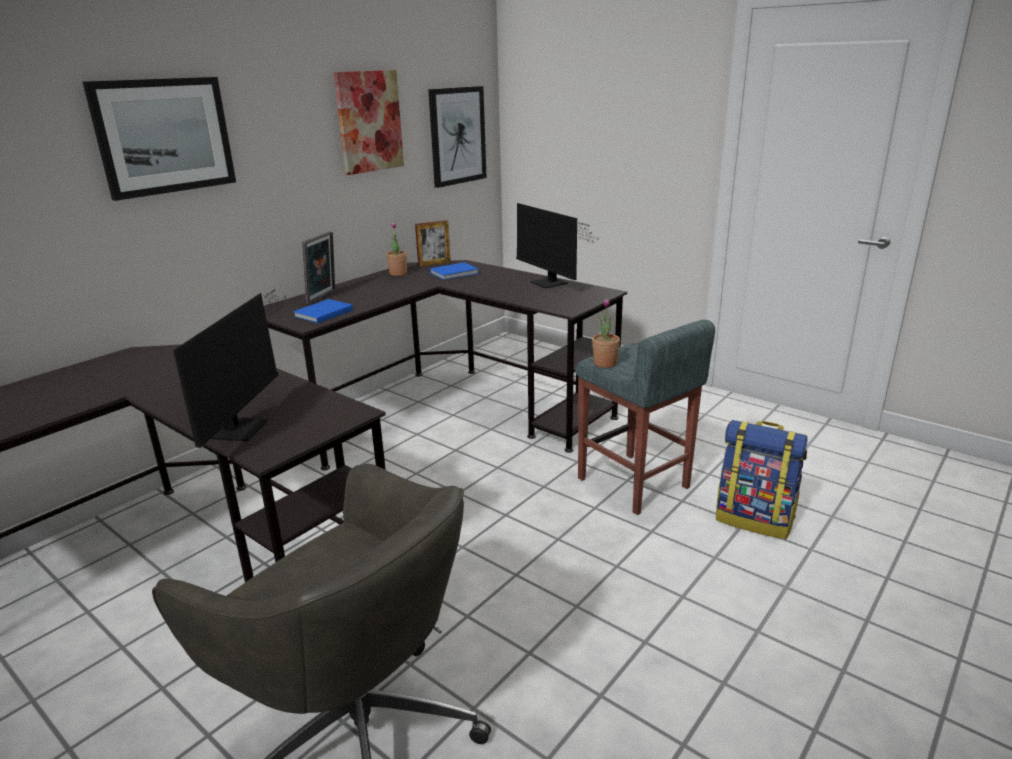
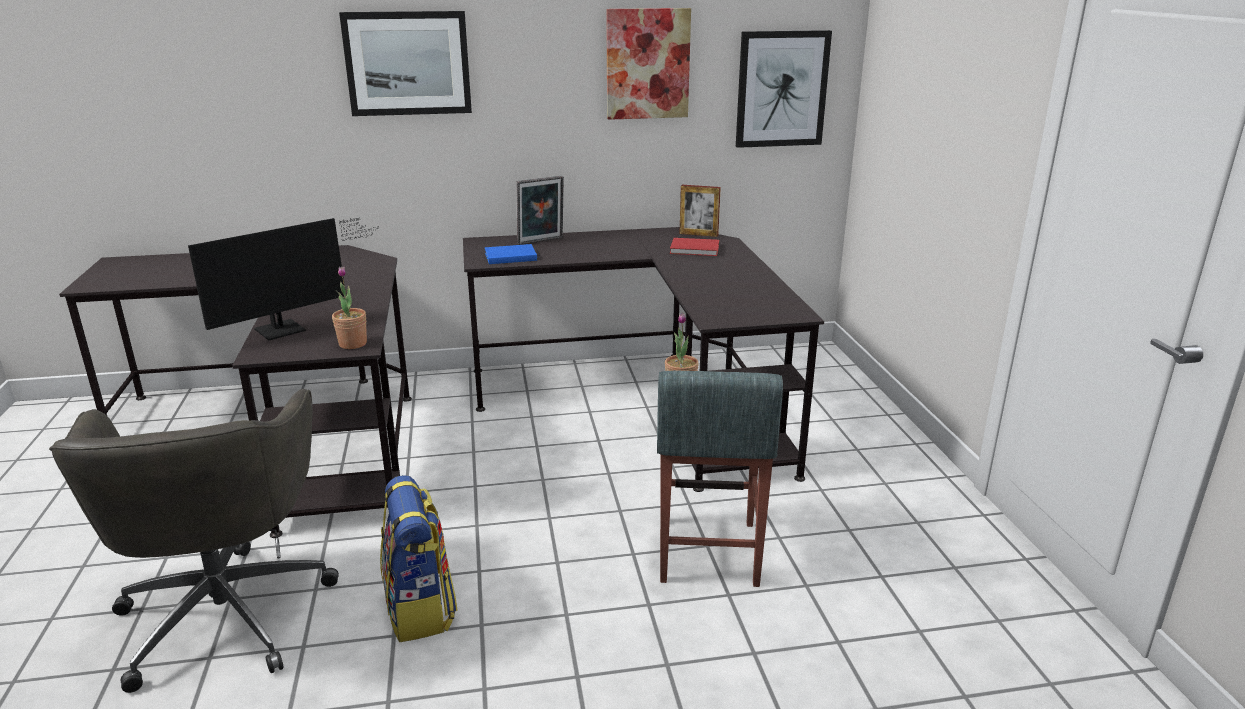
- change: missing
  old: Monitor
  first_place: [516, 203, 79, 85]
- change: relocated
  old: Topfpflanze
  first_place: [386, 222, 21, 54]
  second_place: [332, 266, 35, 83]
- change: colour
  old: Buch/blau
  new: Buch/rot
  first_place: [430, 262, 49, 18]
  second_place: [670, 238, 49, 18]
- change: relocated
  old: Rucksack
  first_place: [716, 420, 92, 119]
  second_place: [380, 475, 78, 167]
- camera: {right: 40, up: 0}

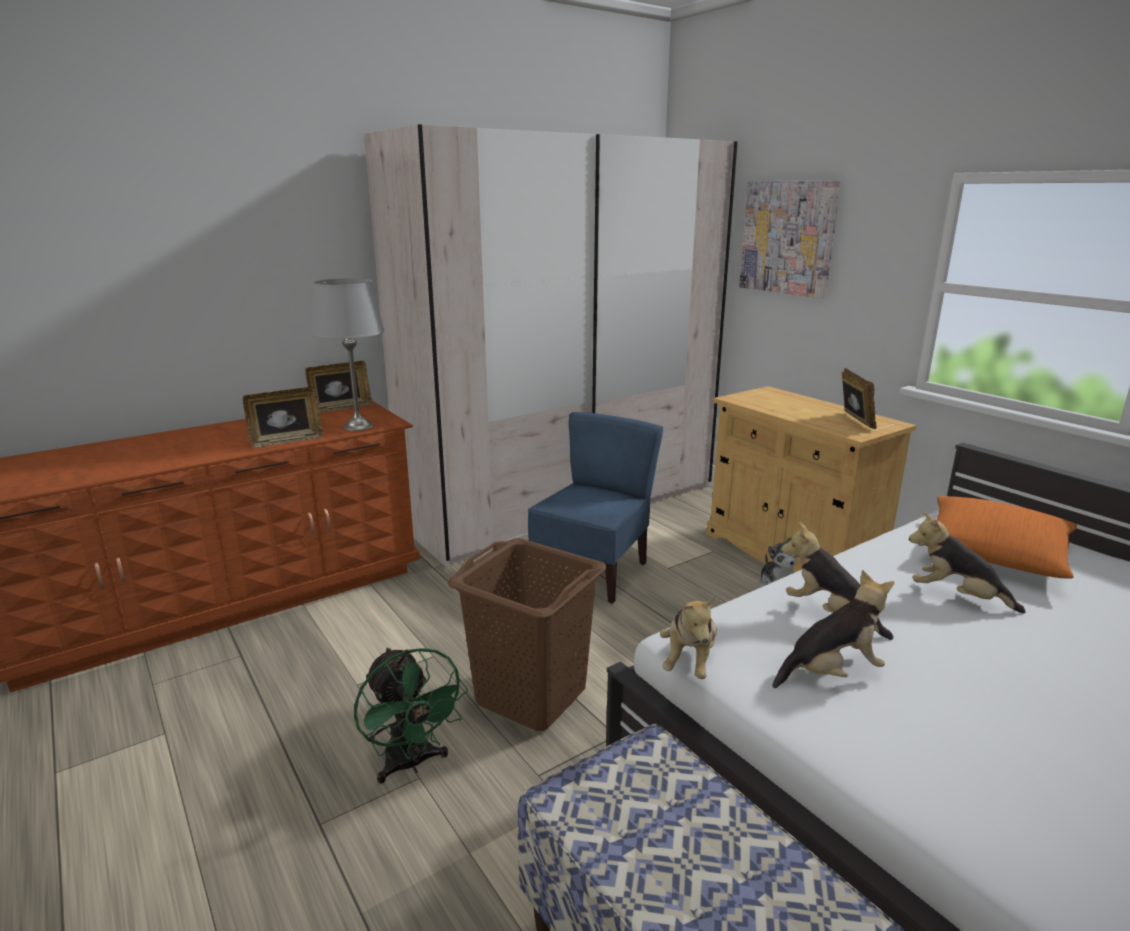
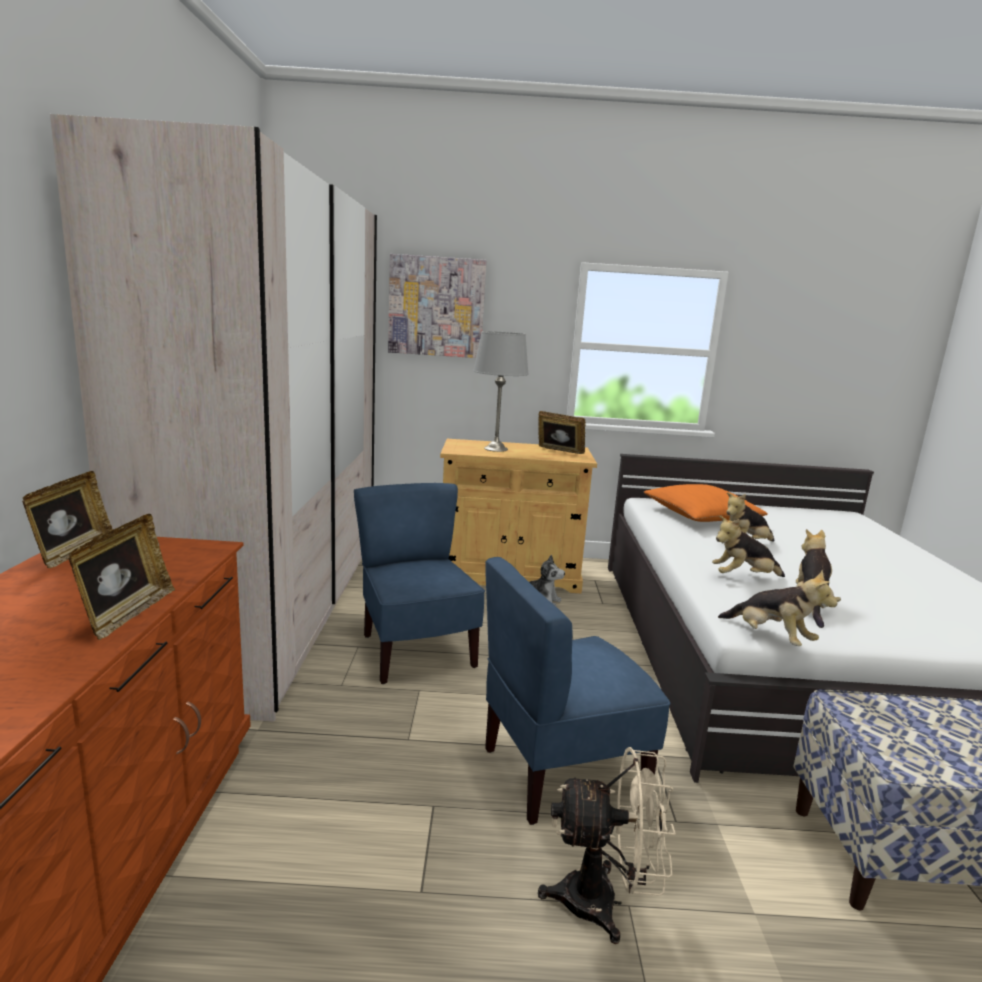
- change: relocated
  old: Tischlampe/grau
  first_place: [311, 278, 73, 153]
  second_place: [473, 331, 56, 121]
- change: exchanged
  old: Wäschekorb/braun
  new: Stuhl/blau
  first_place: [447, 538, 160, 193]
  second_place: [485, 557, 186, 268]
- change: colour
  old: Ventilator/grün
  new: Ventilator/beige
  first_place: [354, 648, 114, 136]
  second_place: [538, 747, 138, 197]
- camera: {right: -55, up: -5}

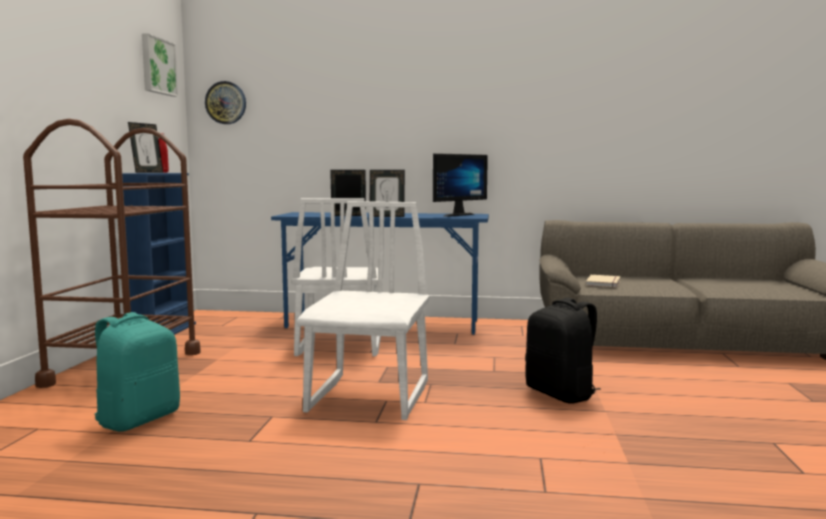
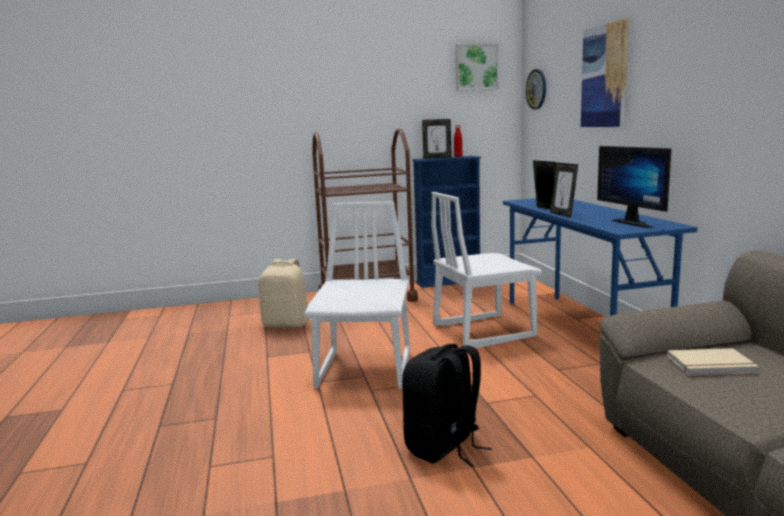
- change: spun
  old: Monitor
  first_place: [433, 153, 55, 64]
  second_place: [597, 146, 75, 82]
  degrees: 45
- change: spun
  old: Stuhl/weiß
  first_place: [297, 201, 132, 219]
  second_place: [305, 201, 105, 188]
  degrees: -75
- change: colour
  old: Rucksack/türkis
  new: Rucksack/beige
  first_place: [95, 312, 85, 120]
  second_place: [258, 259, 51, 69]
- change: appeared
  new: Bild
  second_place: [581, 18, 48, 109]
- camera: {right: 70, up: 5}

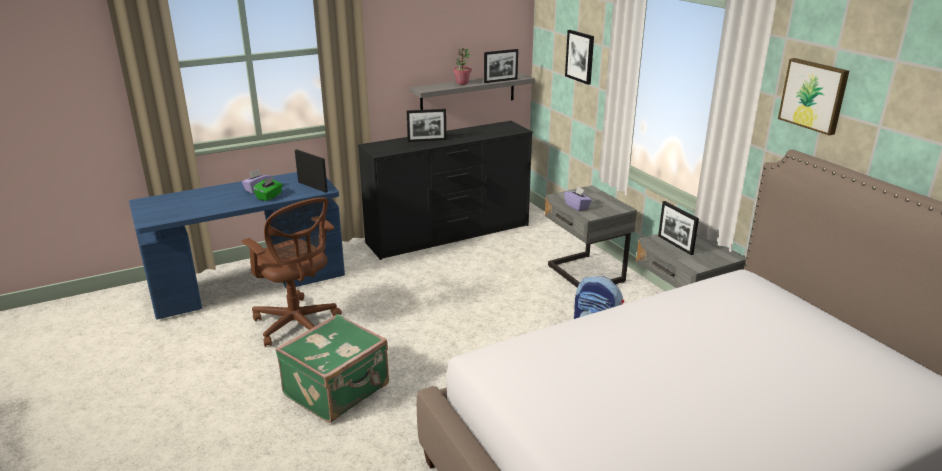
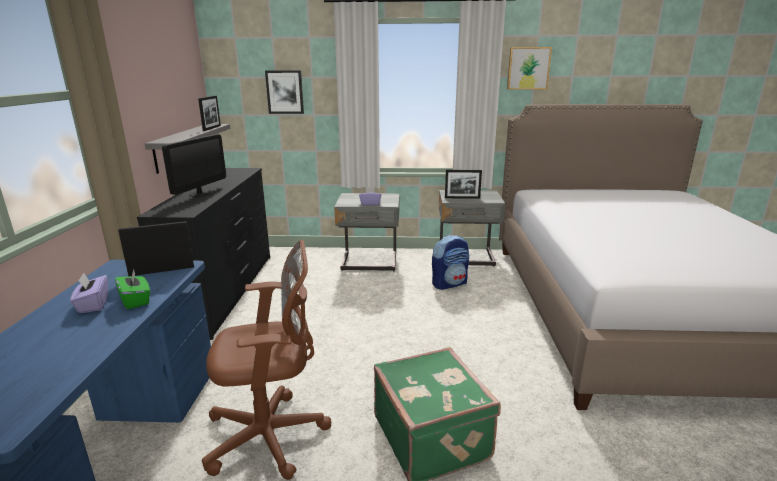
- change: missing
  old: Topfpflanze
  first_place: [453, 48, 19, 37]
- change: exchanged
  old: Bilderrahmen
  new: Monitor
  first_place: [407, 109, 40, 33]
  second_place: [162, 134, 64, 63]
- camera: {right: -60, up: -5}

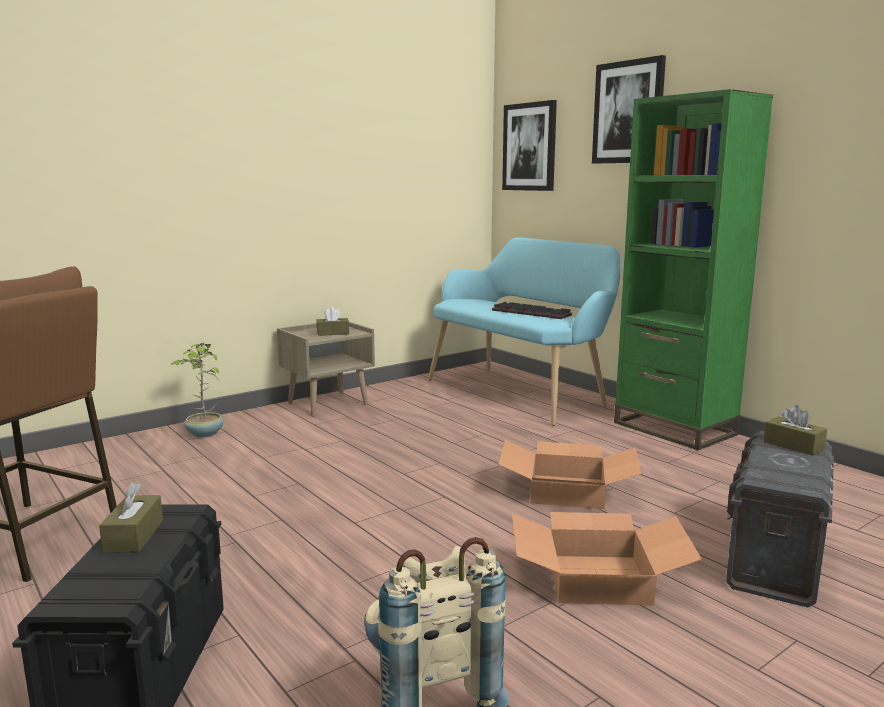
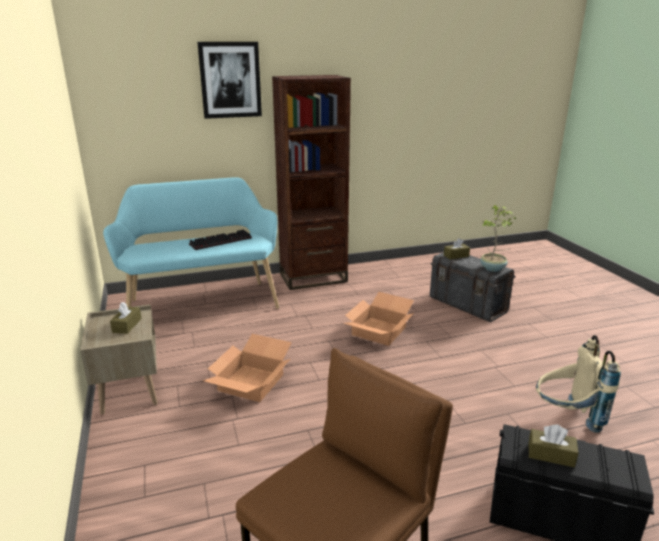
- change: colour
  old: Bücherregal/grün
  new: Bücherregal/braun
  first_place: [614, 89, 159, 361]
  second_place: [272, 75, 79, 215]
- change: missing
  old: Bild
  first_place: [502, 100, 55, 91]
- change: relocated
  old: Topfpflanze
  first_place: [171, 342, 53, 96]
  second_place: [480, 205, 36, 67]
- change: relocated
  old: Karton
  first_place: [512, 512, 190, 93]
  second_place: [203, 334, 89, 68]
- camera: {right: -70, up: 10}

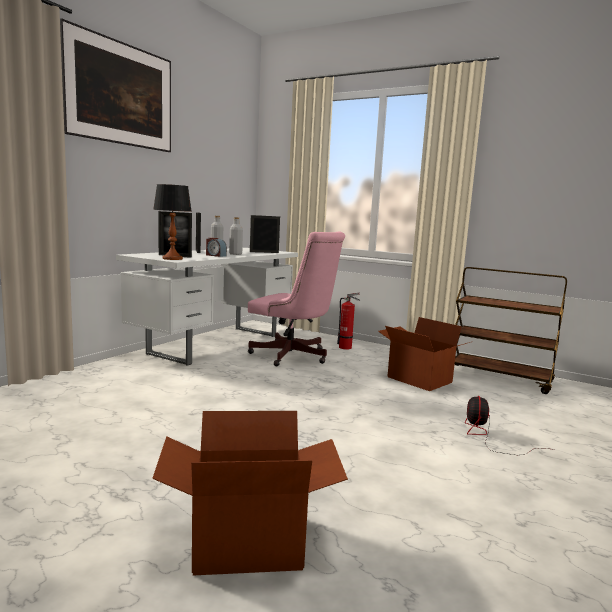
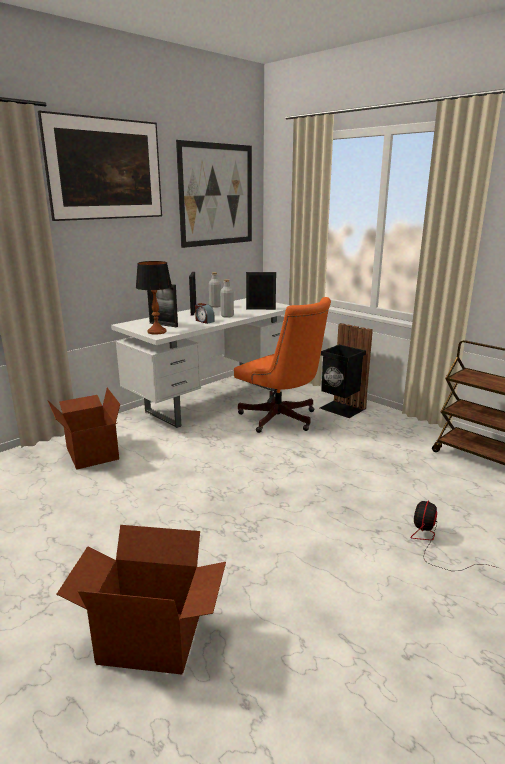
- change: colour
  old: Bürostuhl/rosa
  new: Bürostuhl/orange
  first_place: [248, 231, 97, 135]
  second_place: [234, 297, 97, 136]
- change: exchanged
  old: Feuerlöscher
  new: Mülleimer/schwarz
  first_place: [337, 293, 23, 56]
  second_place: [320, 323, 53, 95]
- change: relocated
  old: Karton
  first_place: [378, 317, 95, 74]
  second_place: [47, 388, 73, 82]
- change: appeared
  new: Bild
  second_place: [176, 140, 76, 108]
- camera: {right: 15, up: 10}

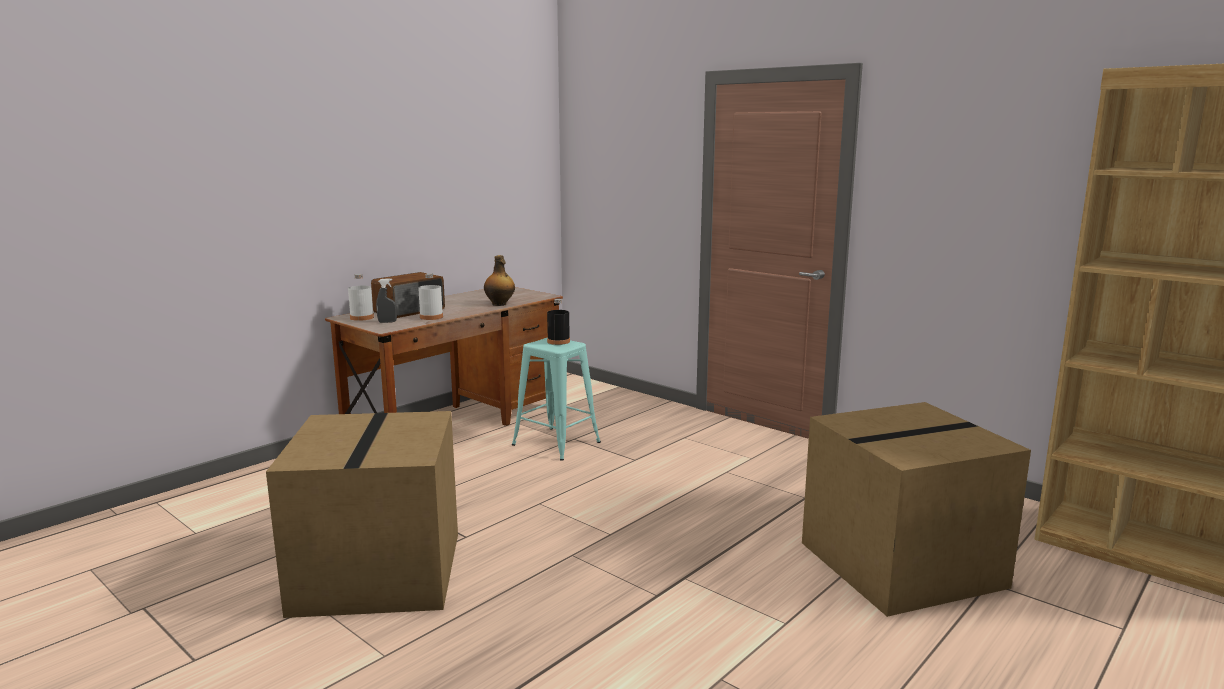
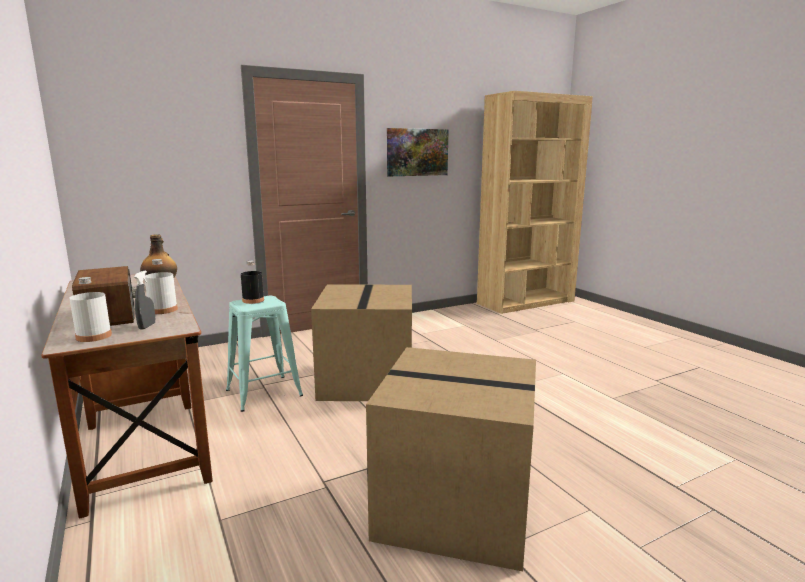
- change: relocated
  old: Karton
  first_place: [802, 402, 229, 215]
  second_place: [311, 284, 101, 117]
- change: appeared
  new: Bild
  second_place: [387, 128, 62, 48]
- camera: {right: -70, up: 0}

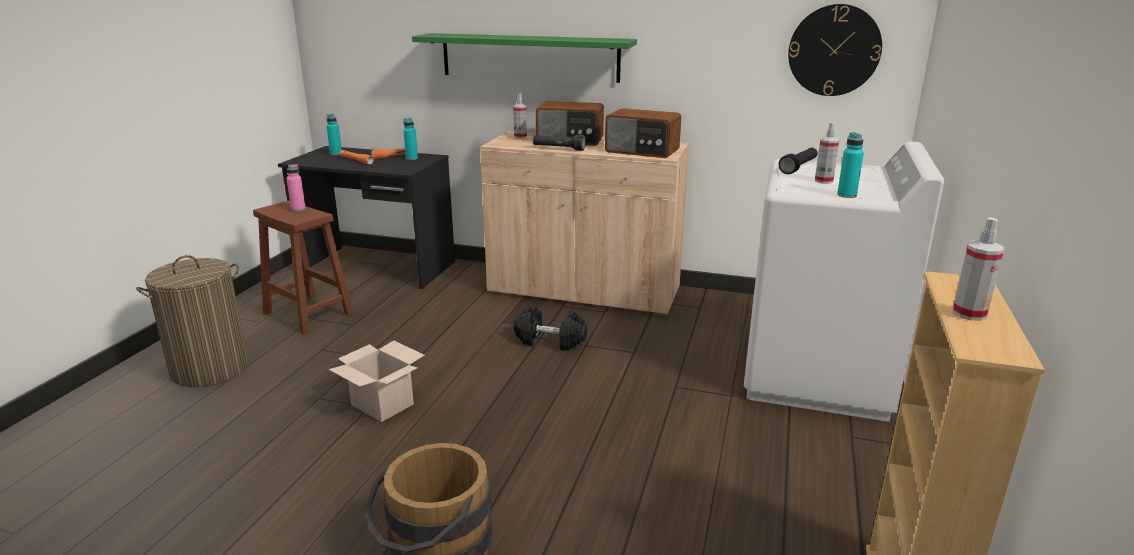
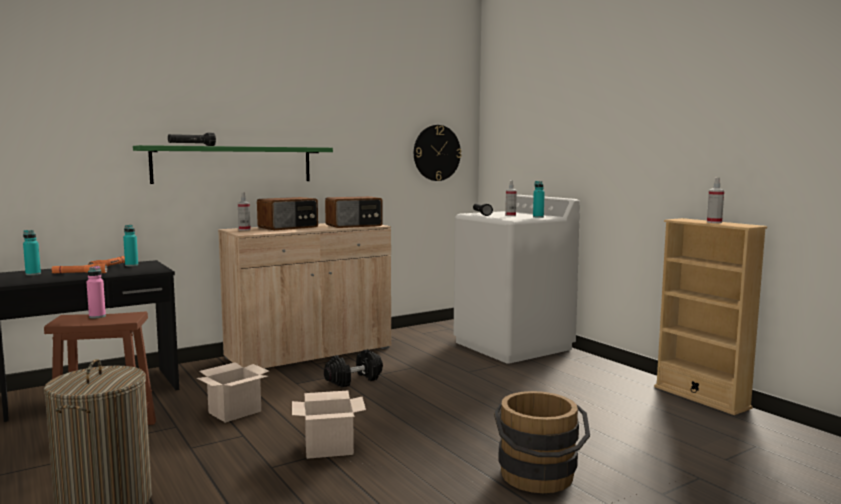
- change: relocated
  old: Taschenlampe/schwarz
  first_place: [533, 135, 52, 16]
  second_place: [168, 133, 48, 13]
- change: appeared
  new: Karton
  second_place: [197, 362, 72, 61]
- camera: {right: -50, up: -15}

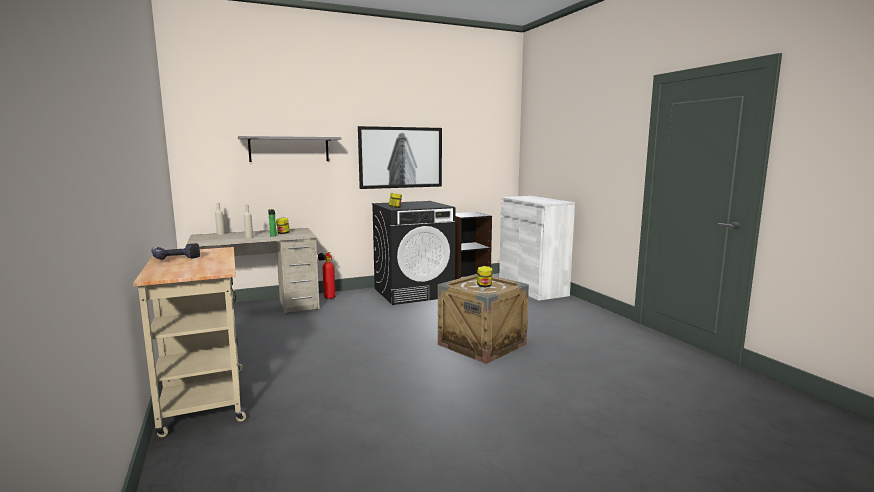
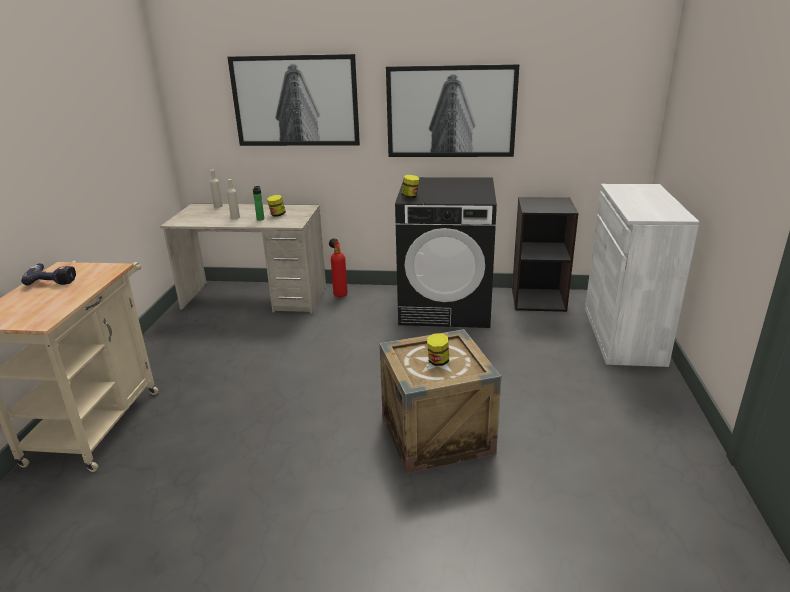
- change: exchanged
  old: Wandregal/grau
  new: Bild
  first_place: [238, 136, 103, 26]
  second_place: [228, 54, 132, 92]
- camera: {right: 30, up: 15}

